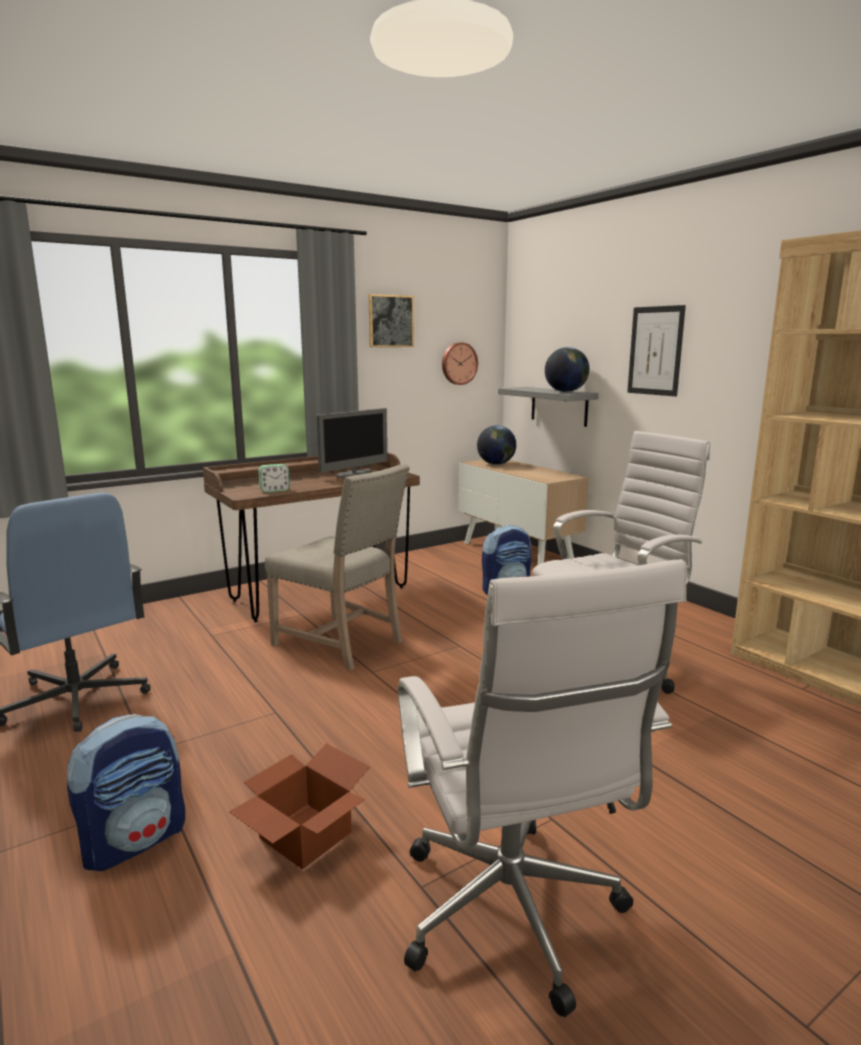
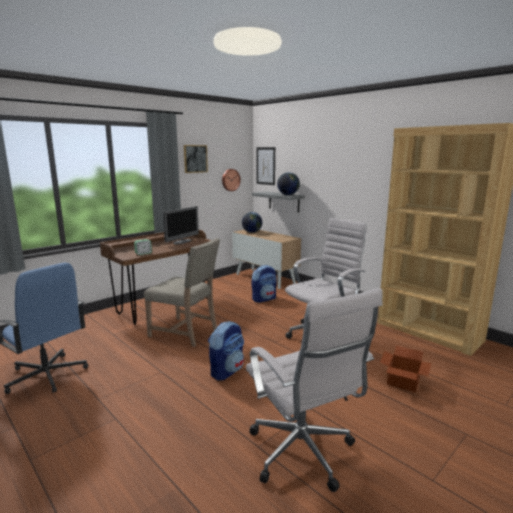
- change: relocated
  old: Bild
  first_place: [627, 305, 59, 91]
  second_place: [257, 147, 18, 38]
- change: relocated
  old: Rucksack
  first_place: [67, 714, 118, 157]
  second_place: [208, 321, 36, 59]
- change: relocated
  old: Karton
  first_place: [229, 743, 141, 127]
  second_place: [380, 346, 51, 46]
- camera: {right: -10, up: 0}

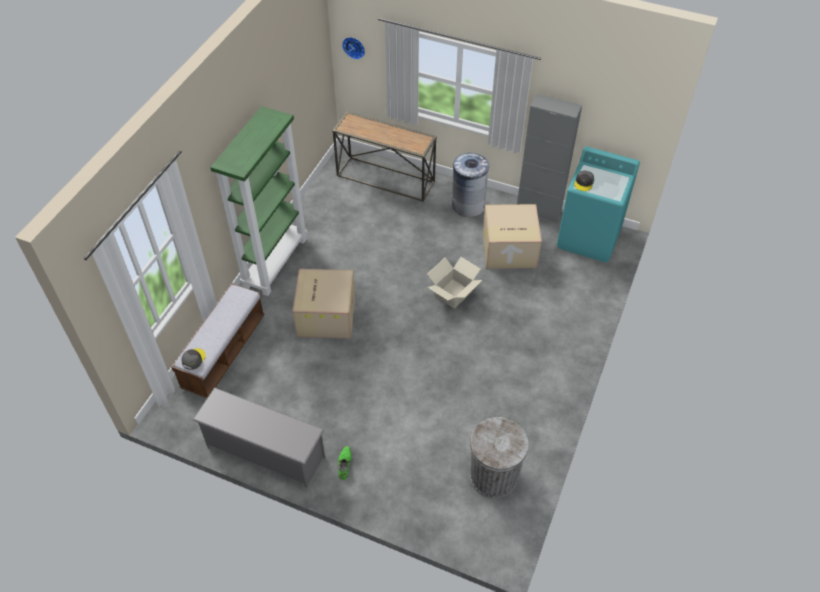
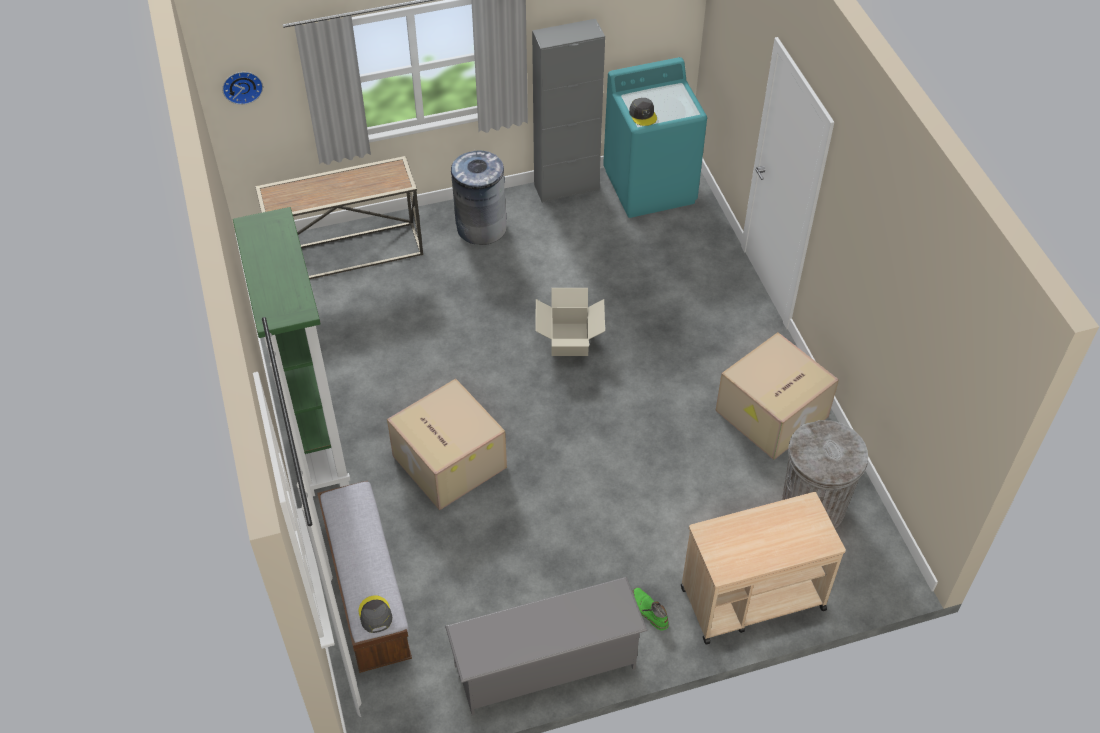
- change: relocated
  old: Karton
  first_place: [483, 204, 59, 65]
  second_place: [716, 332, 123, 128]
- change: appeared
  new: Rollwagen/beige
  second_place: [681, 492, 165, 152]
- camera: {right: -40, up: 0}

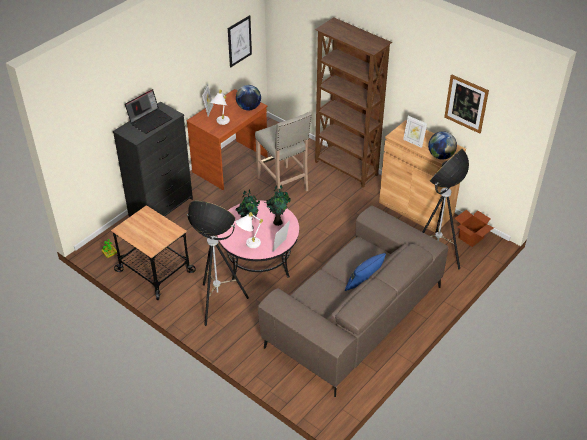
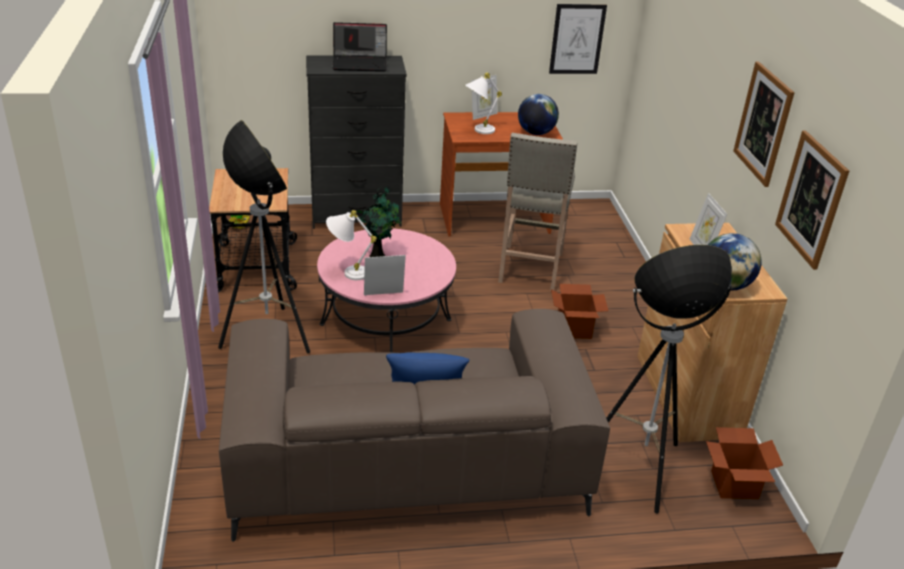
- change: missing
  old: Bücherregal/braun
  first_place: [315, 17, 77, 171]
- change: missing
  old: Topfpflanze
  first_place: [264, 185, 27, 41]
- change: appeared
  new: Bild
  second_place: [733, 61, 61, 126]
- change: appeared
  new: Karton
  second_place: [551, 284, 58, 55]
- camera: {right: 40, up: -10}

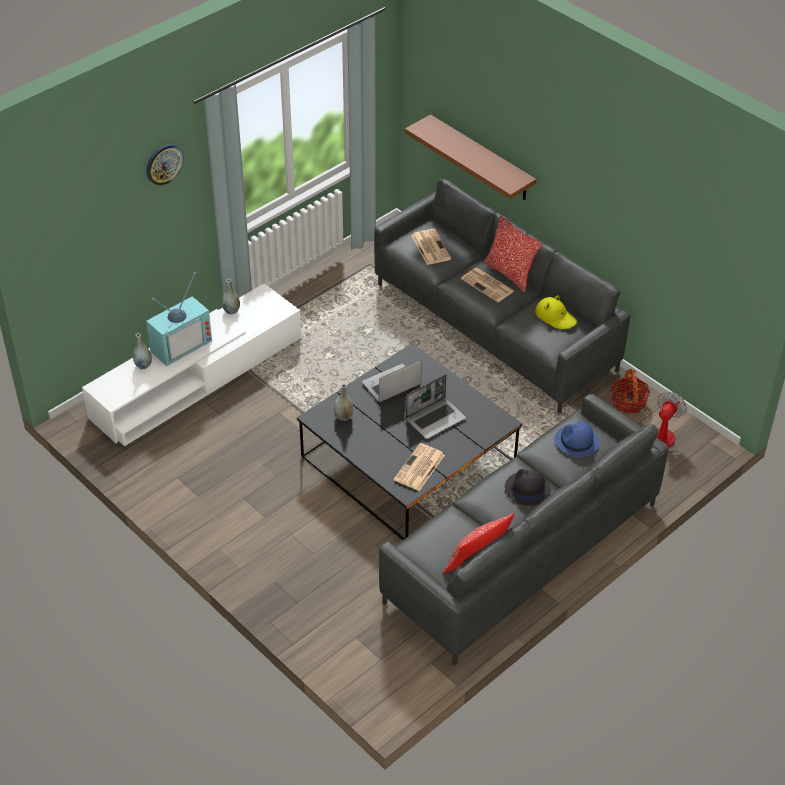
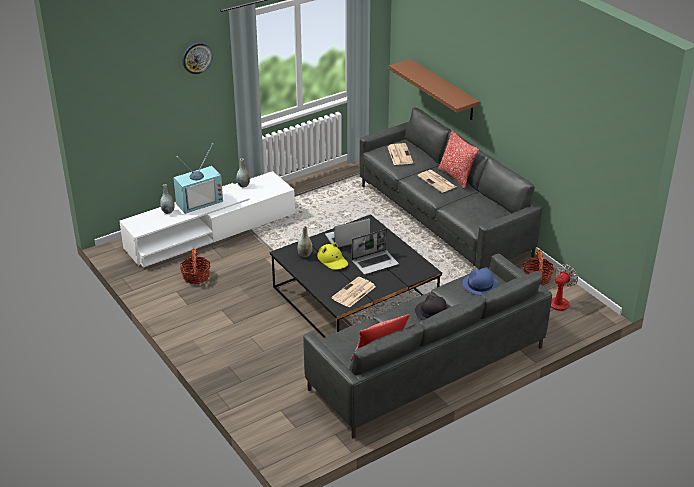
- change: relocated
  old: Hut/gelb
  first_place: [535, 295, 42, 34]
  second_place: [317, 242, 31, 28]
- change: appeared
  new: Korb
  second_place: [180, 248, 30, 36]
- camera: {right: 10, up: -10}

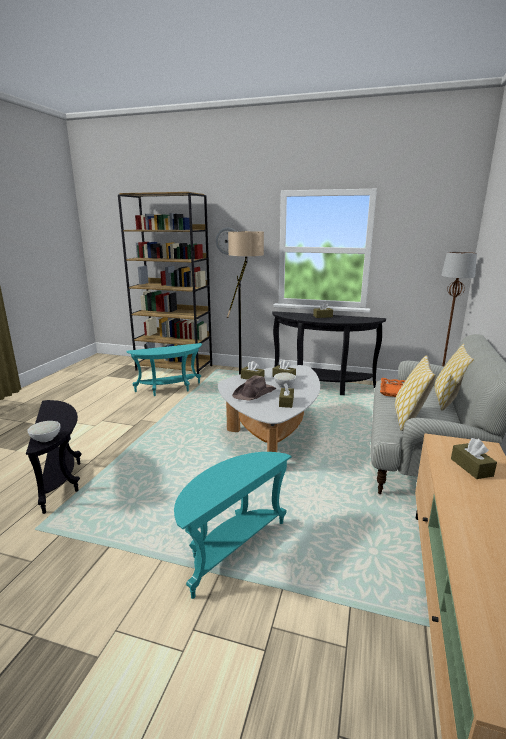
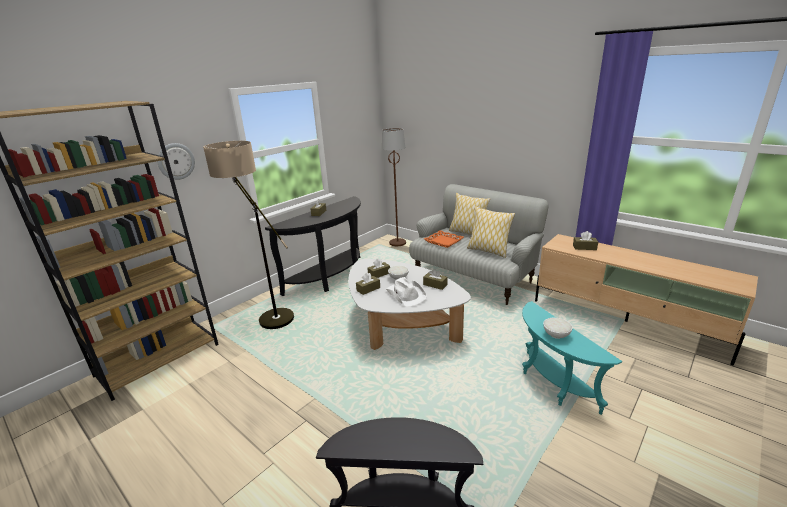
- change: missing
  old: Beistelltisch/türkis
  first_place: [126, 343, 76, 53]
- change: colour
  old: Hut/braun
  new: Hut/weiß
  first_place: [232, 375, 45, 26]
  second_place: [386, 277, 41, 30]
- change: relocated
  old: Schüssel/weiß
  first_place: [27, 421, 33, 21]
  second_place: [543, 318, 30, 21]
- camera: {right: -65, up: 5}

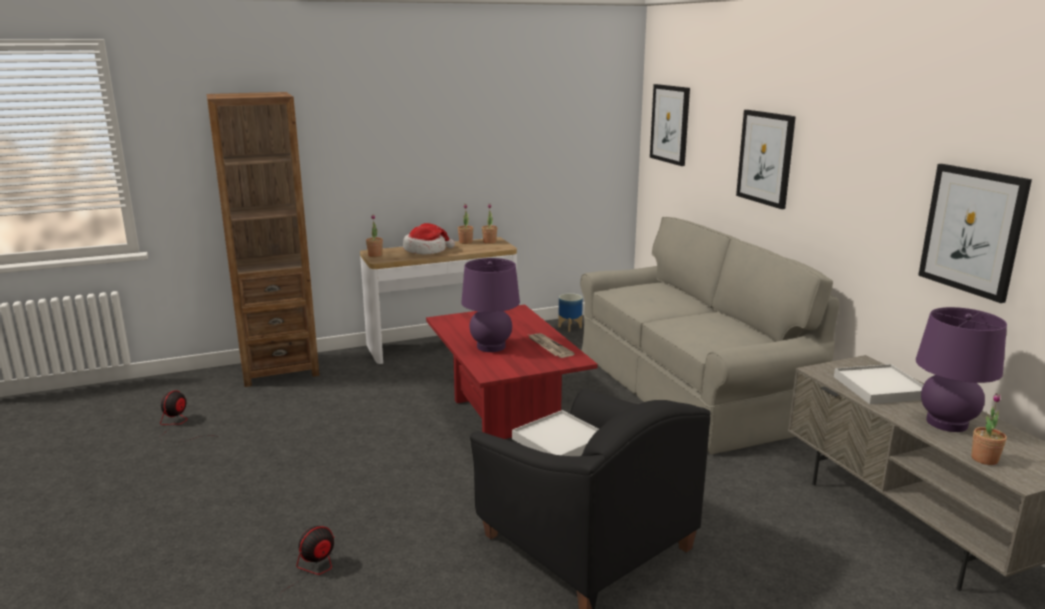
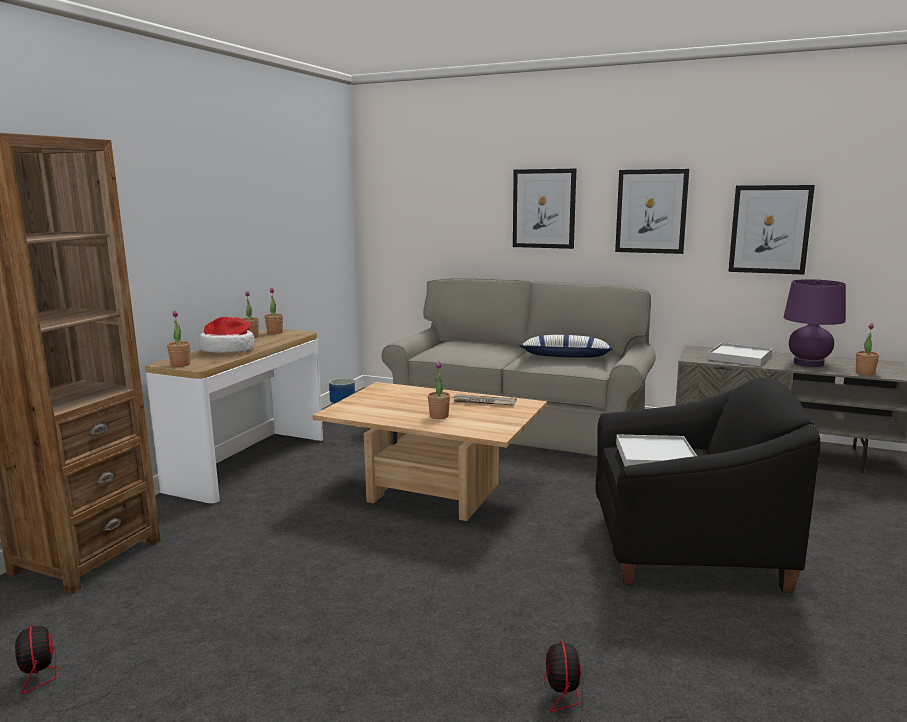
- change: relocated
  old: Bild
  first_place: [650, 84, 40, 82]
  second_place: [615, 169, 74, 85]
- change: exchanged
  old: Tischlampe/lila
  new: Topfpflanze
  first_place: [461, 258, 59, 94]
  second_place: [428, 362, 22, 57]
- change: colour
  old: Couchtisch/rot
  new: Couchtisch/beige
  first_place: [426, 305, 172, 134]
  second_place: [312, 382, 235, 139]
- change: appeared
  new: Kissen
  second_place: [519, 335, 94, 23]
- camera: {right: -45, up: -5}

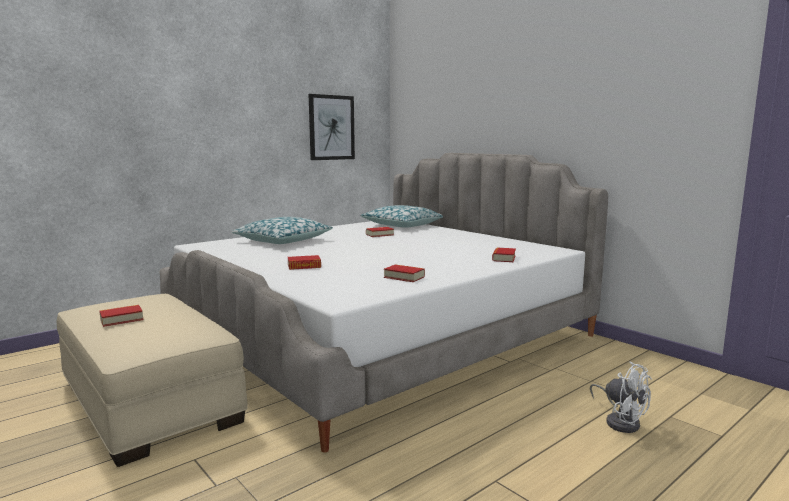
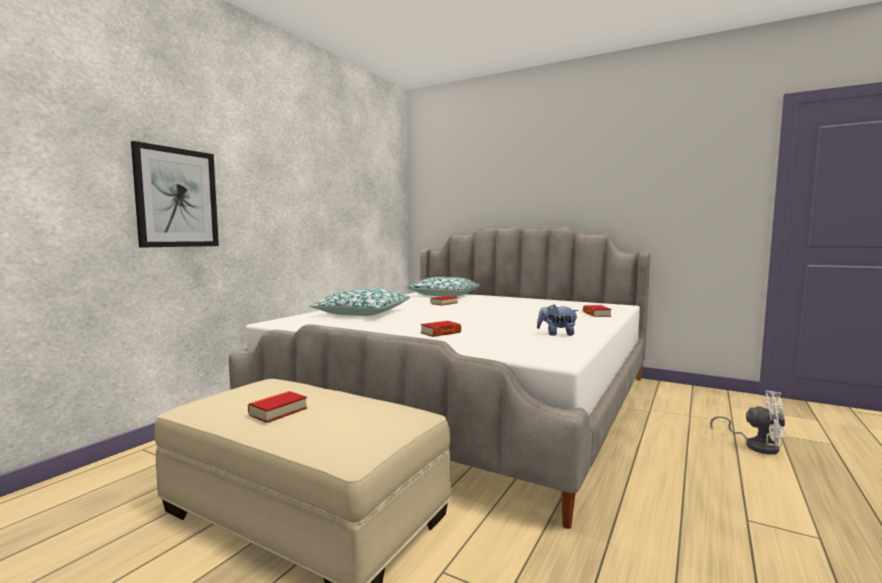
- change: relocated
  old: Bild
  first_place: [309, 94, 46, 66]
  second_place: [131, 141, 88, 107]
- change: exchanged
  old: Buch
  new: Plüschtier
  first_place: [384, 264, 41, 18]
  second_place: [537, 304, 42, 32]
- camera: {right: -20, up: -5}

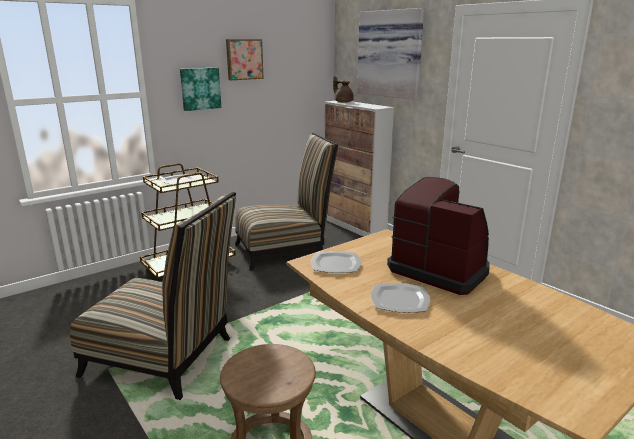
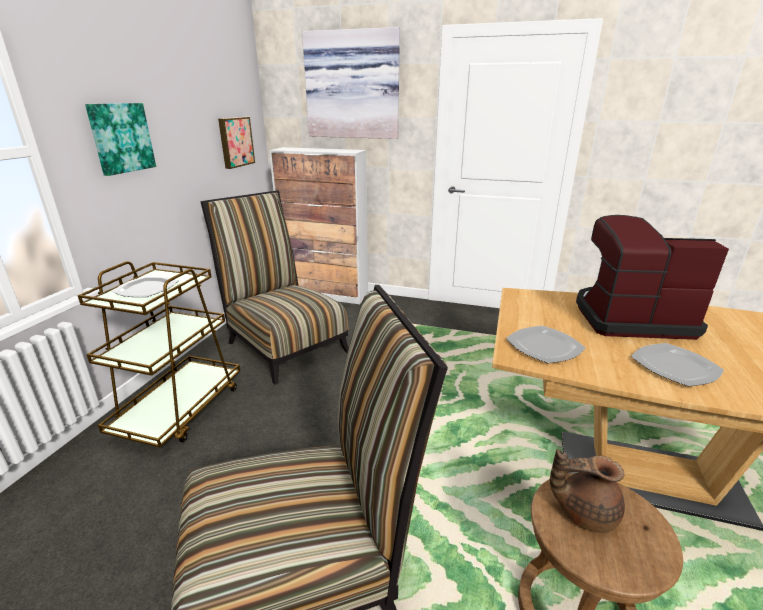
- change: relocated
  old: Bild
  first_place: [226, 39, 38, 41]
  second_place: [218, 117, 37, 52]
- change: relocated
  old: Teekanne/braun
  first_place: [333, 76, 21, 27]
  second_place: [550, 449, 75, 84]
- change: spun
  old: Stuhl
  first_place: [235, 133, 103, 138]
  second_place: [201, 190, 148, 195]
  degrees: -75
- camera: {right: -35, up: 5}

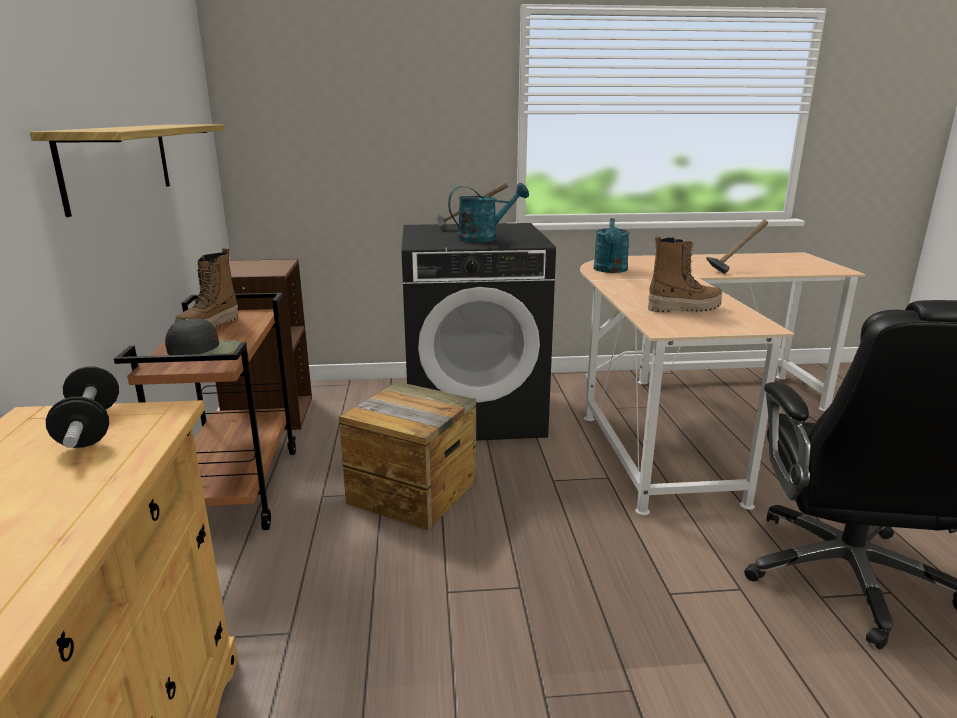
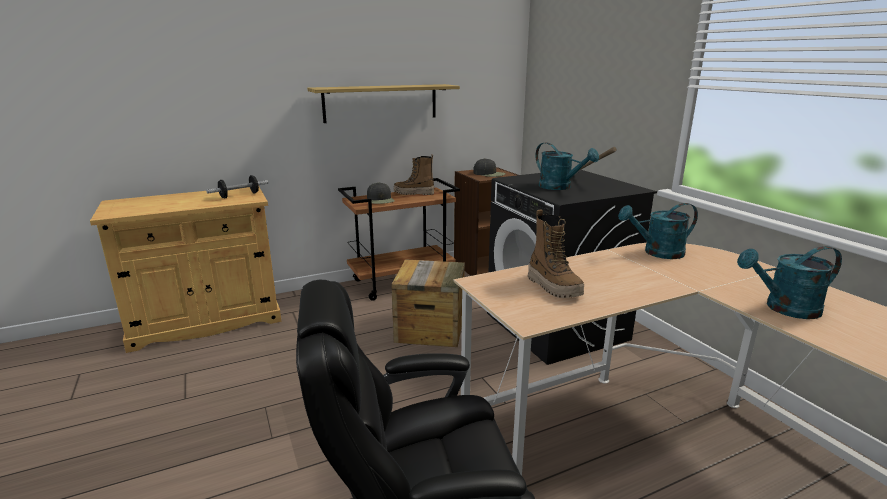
- change: exchanged
  old: Hammer
  new: Gießkanne/türkis
  first_place: [706, 220, 62, 54]
  second_place: [737, 246, 105, 73]
- change: appeared
  new: Kappe/schwarz
  second_place: [473, 158, 33, 19]
- camera: {right: 70, up: 0}

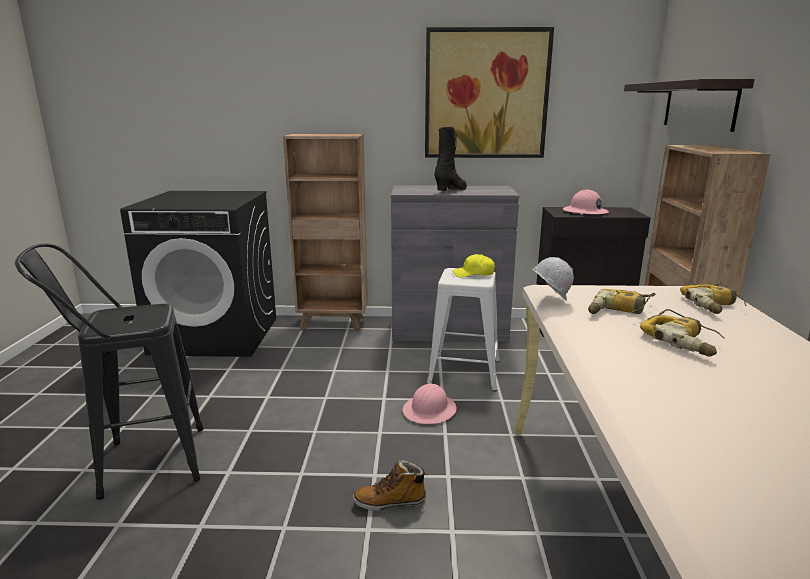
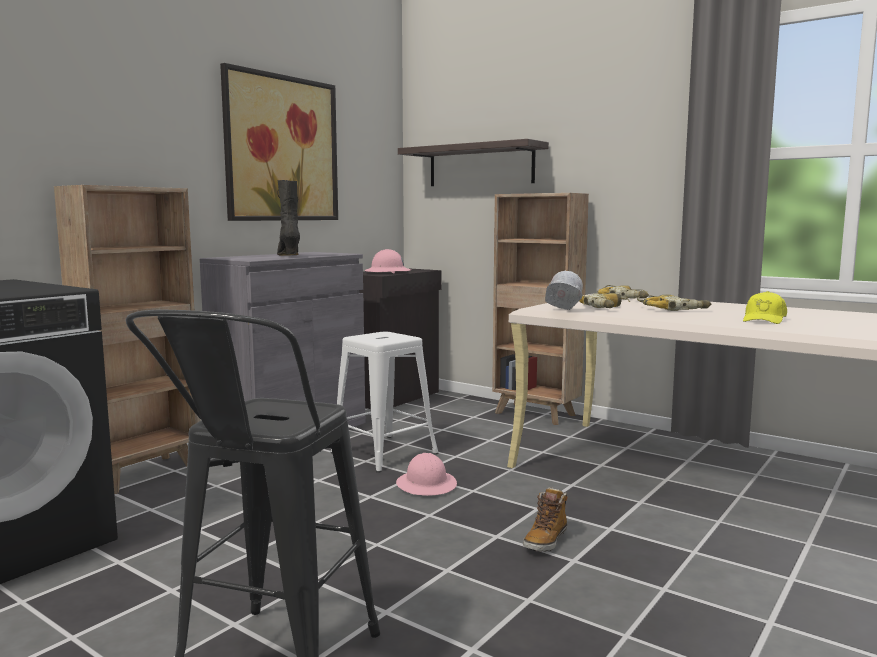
- change: relocated
  old: Kappe/gelb
  first_place: [452, 254, 43, 24]
  second_place: [743, 291, 44, 33]
- camera: {right: -55, up: -10}

